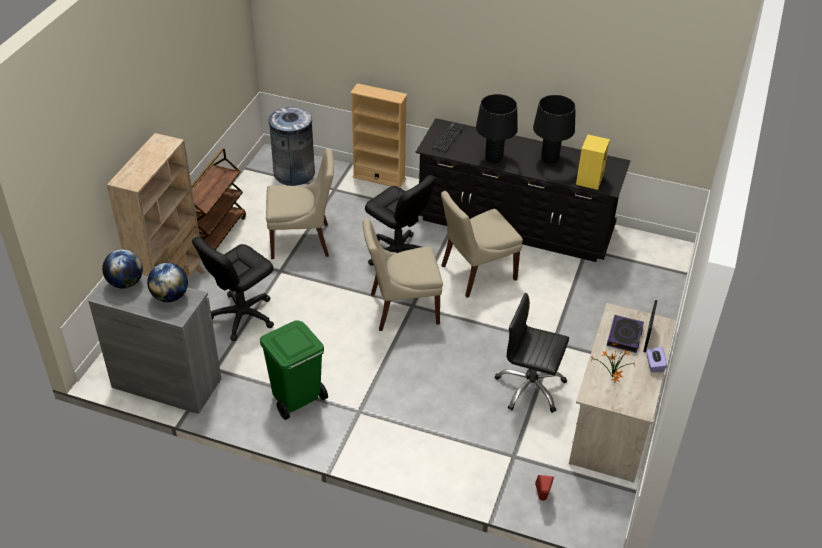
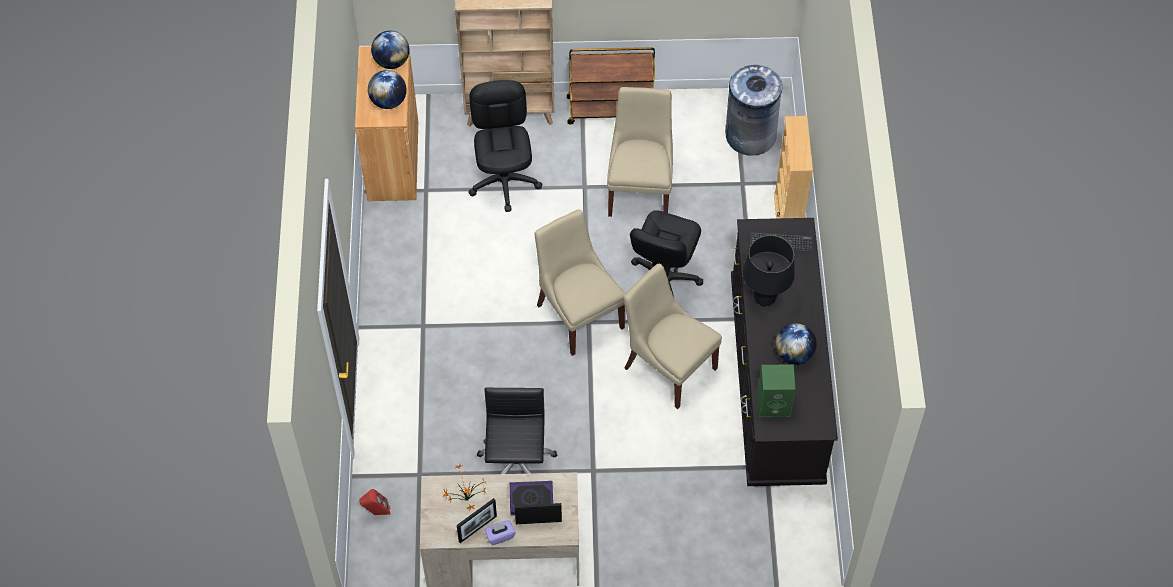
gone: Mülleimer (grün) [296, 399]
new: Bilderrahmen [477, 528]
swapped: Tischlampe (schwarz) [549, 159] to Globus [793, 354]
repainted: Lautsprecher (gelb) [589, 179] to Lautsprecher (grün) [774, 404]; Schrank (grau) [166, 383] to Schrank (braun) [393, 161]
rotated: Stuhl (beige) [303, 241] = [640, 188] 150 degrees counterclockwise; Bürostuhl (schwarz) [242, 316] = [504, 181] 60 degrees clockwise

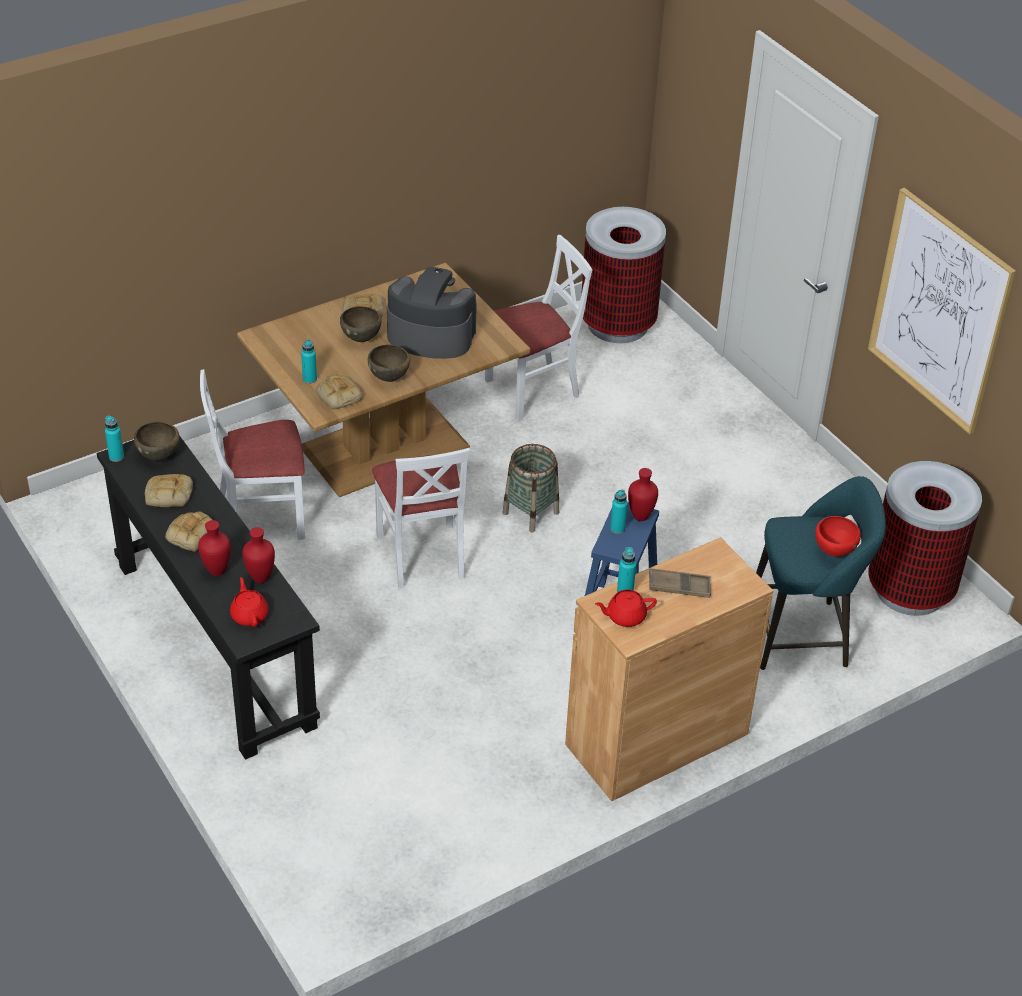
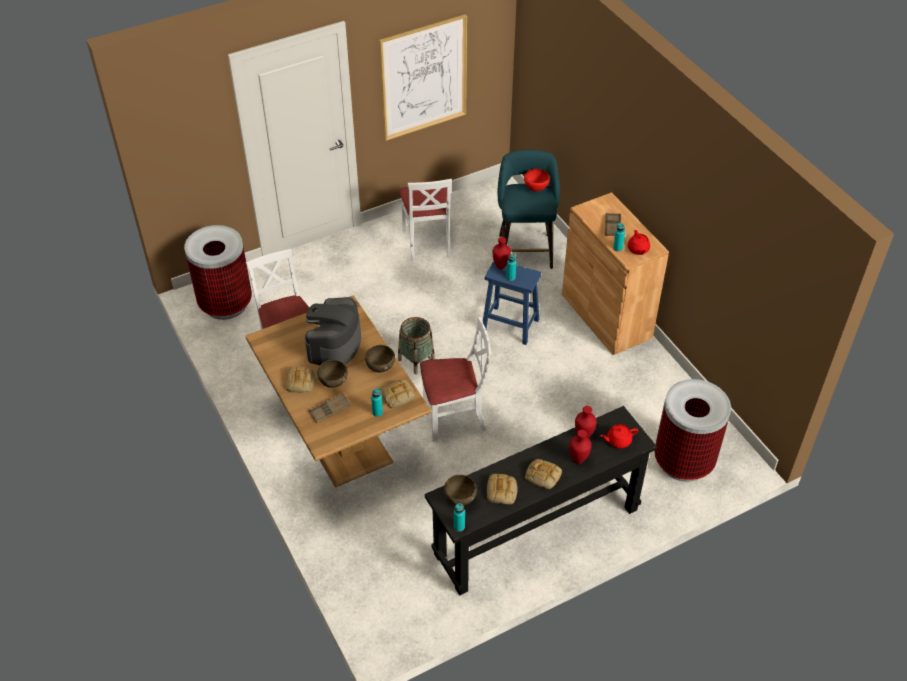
new: Tablett (braun) [330, 410]
shifted: Stuhl (weiß) [261, 517] to [427, 242]; Mülleimer [910, 590] to [684, 461]

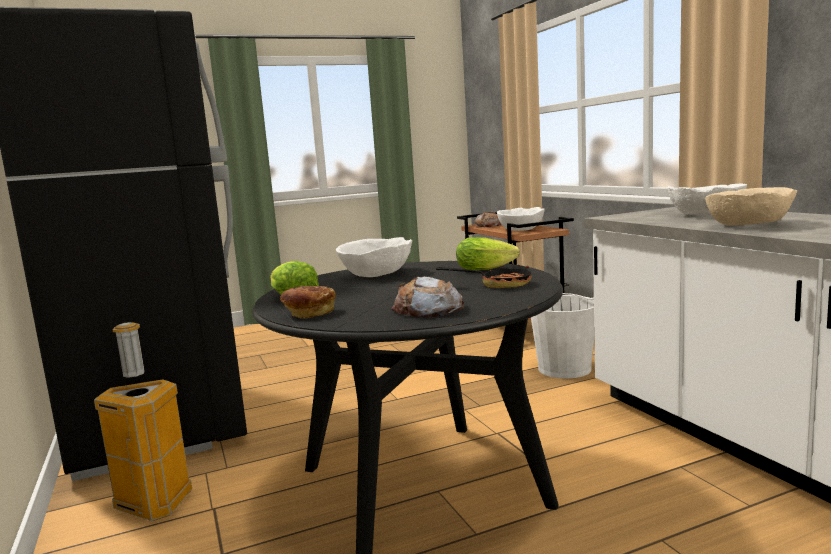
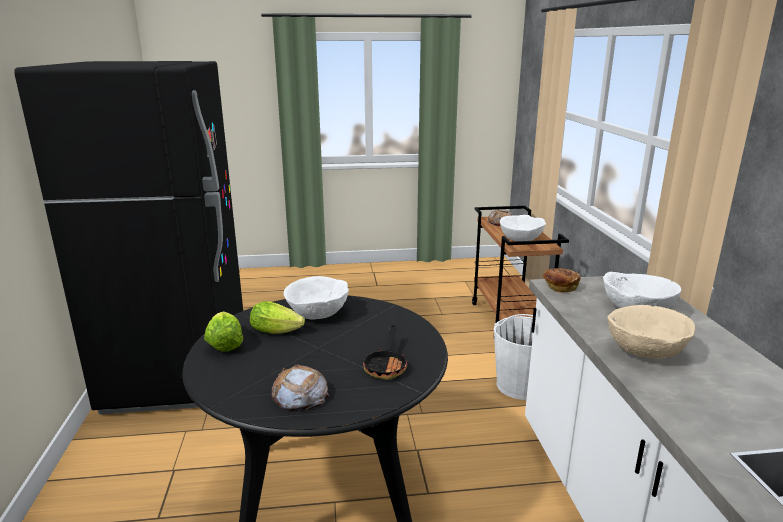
gone: Mülleimer [153, 505]
shifted: Salatkopf [489, 268] to [278, 331]; Brot [308, 313] to [559, 287]
rotated: Pfanne [498, 285] = [386, 366] 75 degrees clockwise

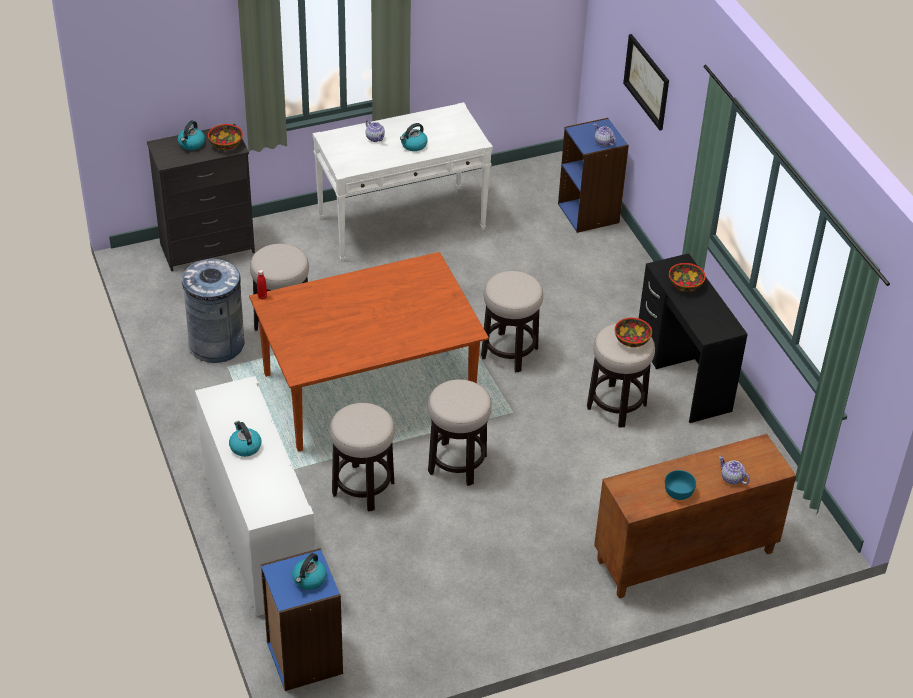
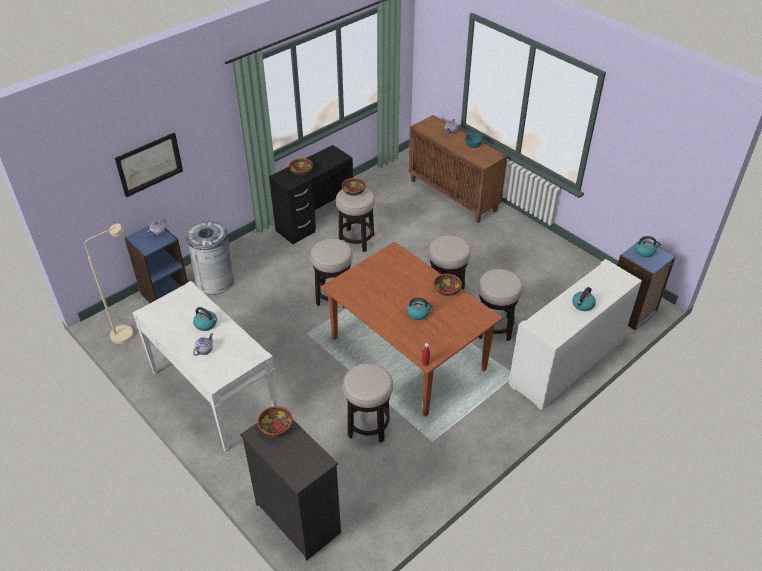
new: Stehlampe (beige) [127, 332]; Schüssel [446, 290]
shifted: Wasserkessel [191, 144] to [418, 313]; Mülleimer (grau) [216, 344] to [215, 281]

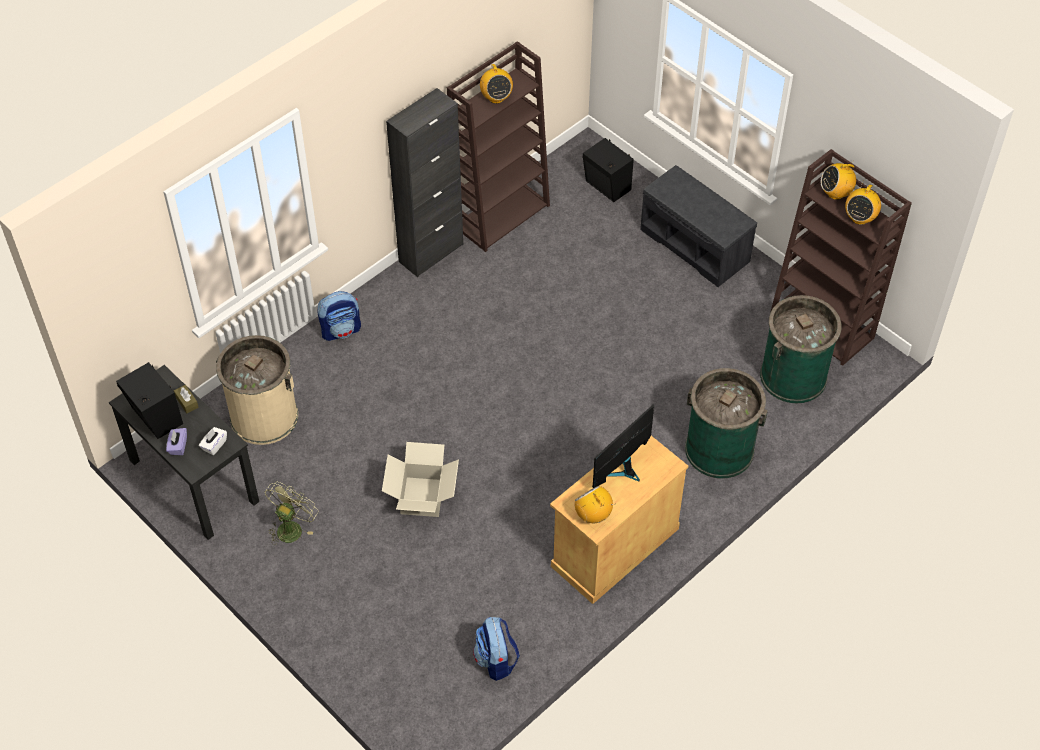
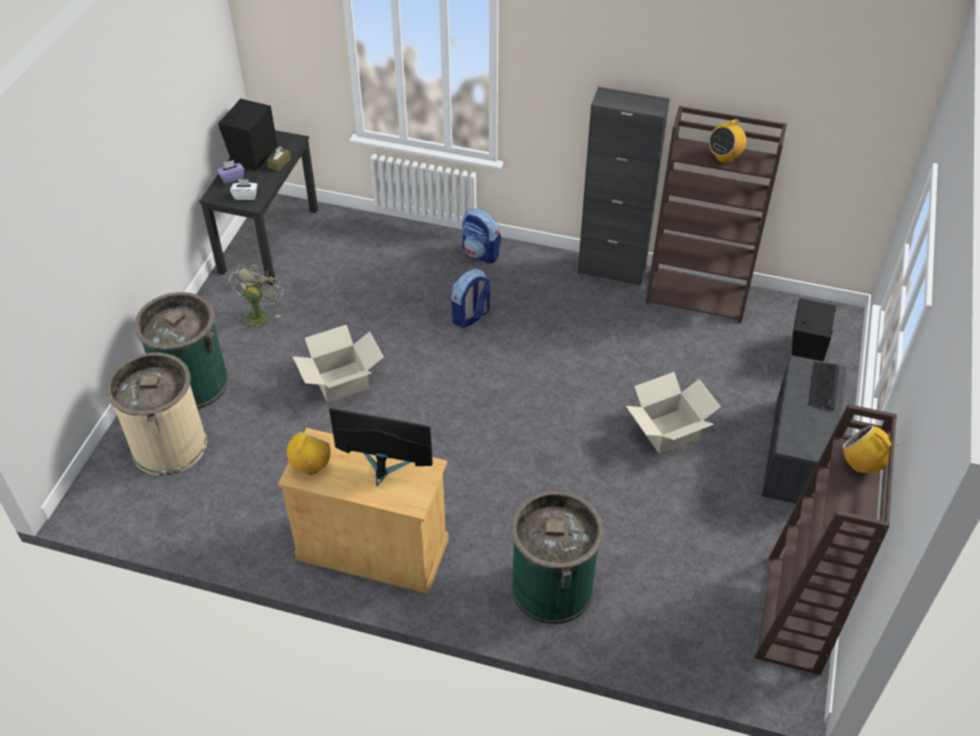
gone: Radio [860, 218]
new: Tastatur [823, 386]; Karton [669, 432]
shifted: Mülleimer (grün) [793, 376] to [192, 383]; Mülleimer (beige) [264, 416] to [169, 445]; Rucksack [496, 660] to [470, 316]
rotated: Ventilator (grün) [291, 527] = [259, 315] 75 degrees counterclockwise

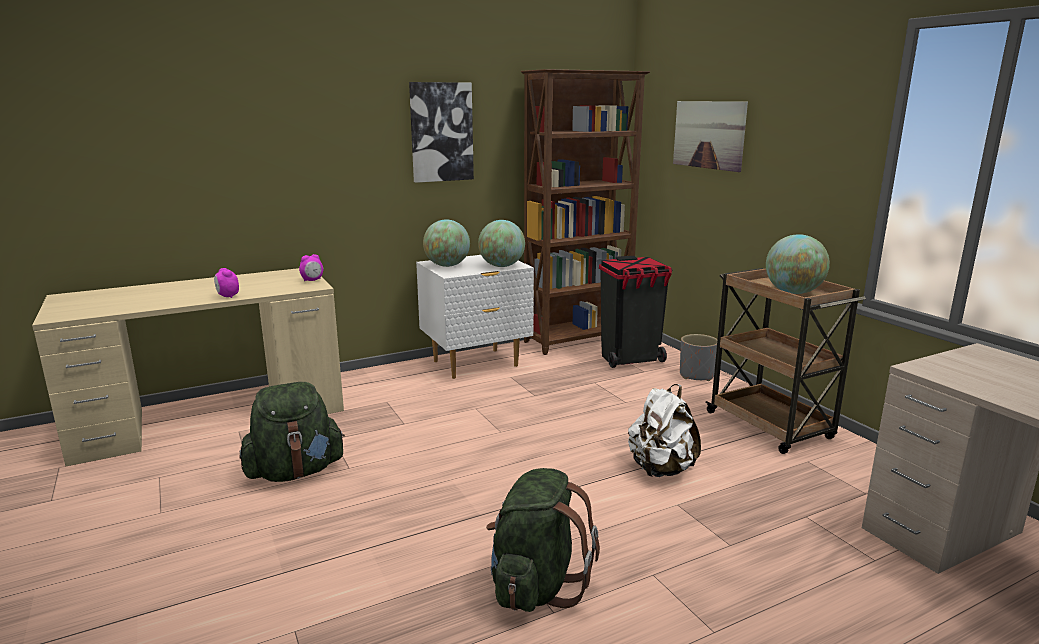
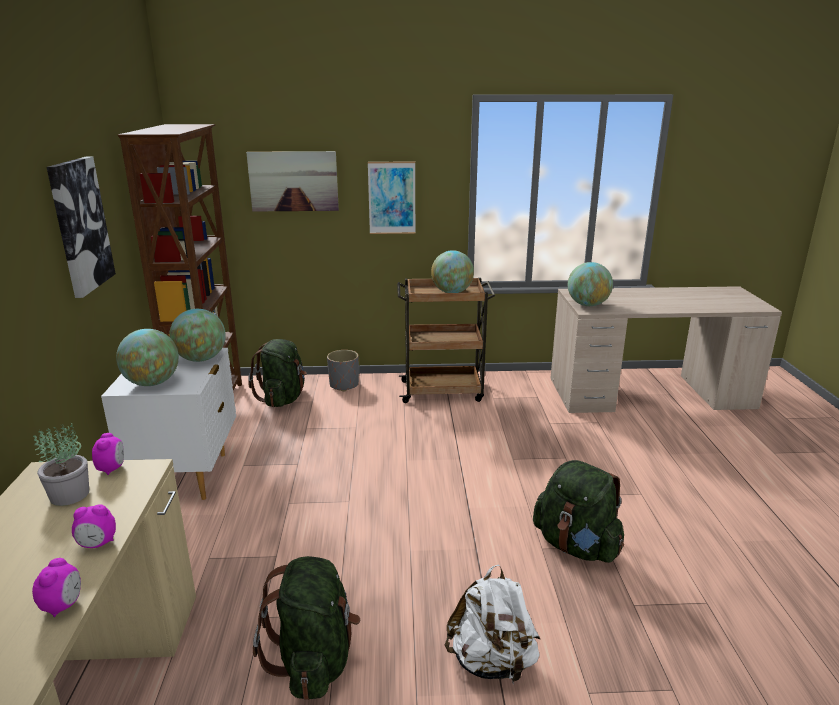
new: Bild [392, 198]; Globus [588, 305]; Topfpflanze [70, 495]; Wecker [63, 605]
shifted: Rucksack (weiß) [661, 469] to [492, 662]
swapped: Mülleimer (schwarz) [630, 359] to Rucksack (grün) [283, 399]

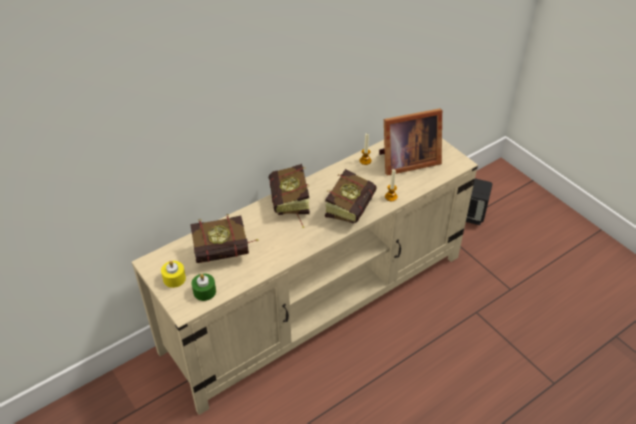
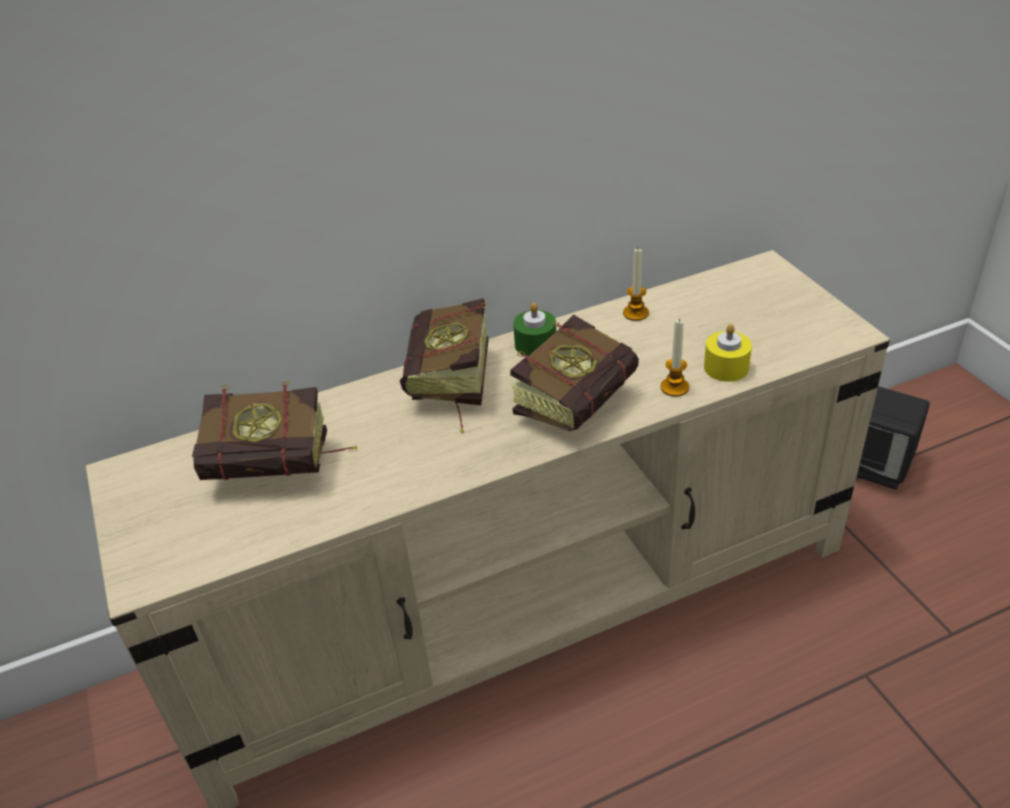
gone: Bilderrahmen [406, 161]
shifted: Kerze (gelb) [174, 278] to [726, 367]; Kerze (grün) [204, 291] to [535, 344]

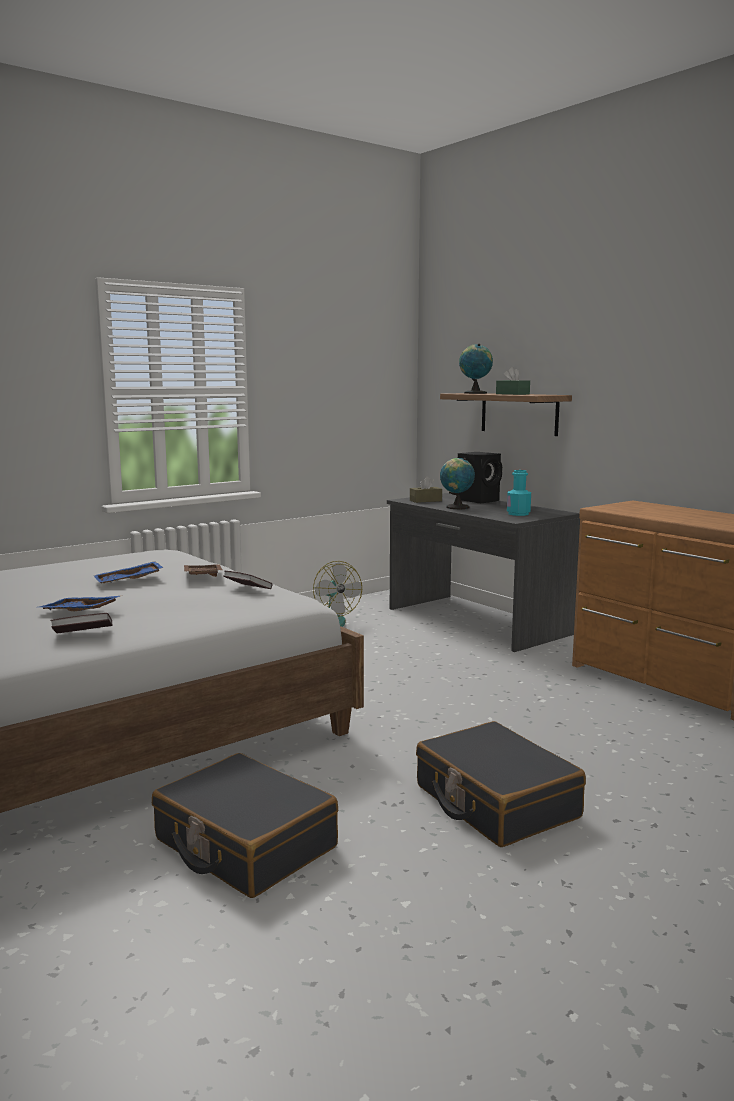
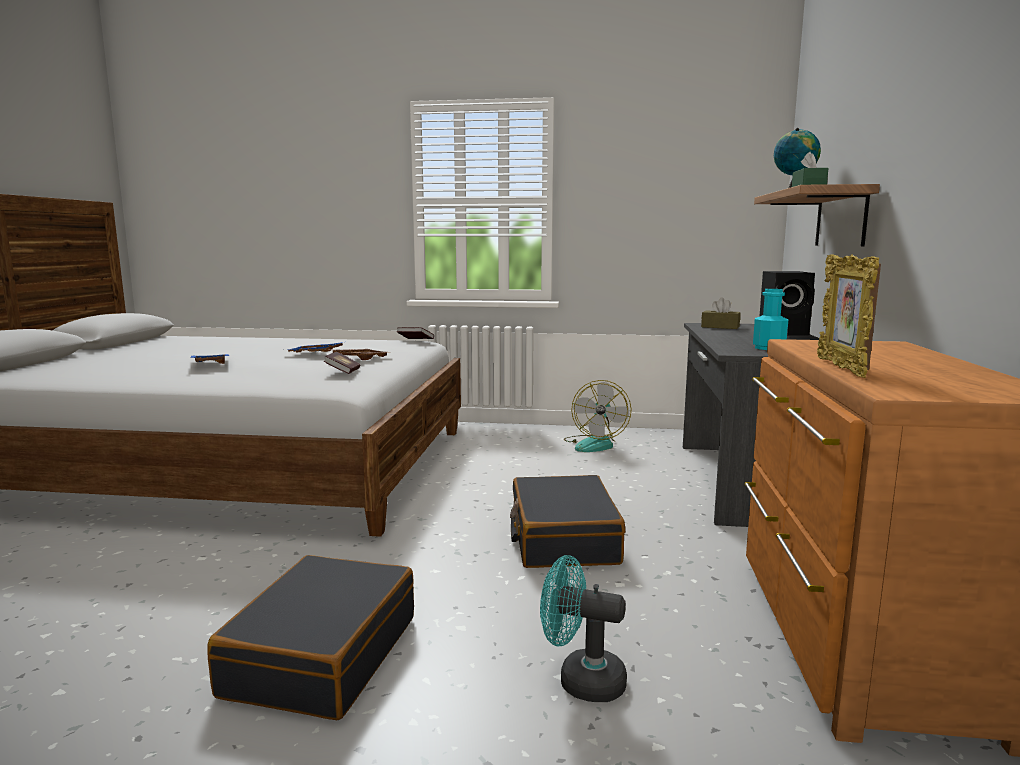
gone: Globus [456, 507]
new: Bilderrahmen [841, 368]; Ventilator (türkis) [581, 680]
shifted: Buch [83, 635] to [415, 341]; Koffer (schwarz) [244, 844] to [562, 539]

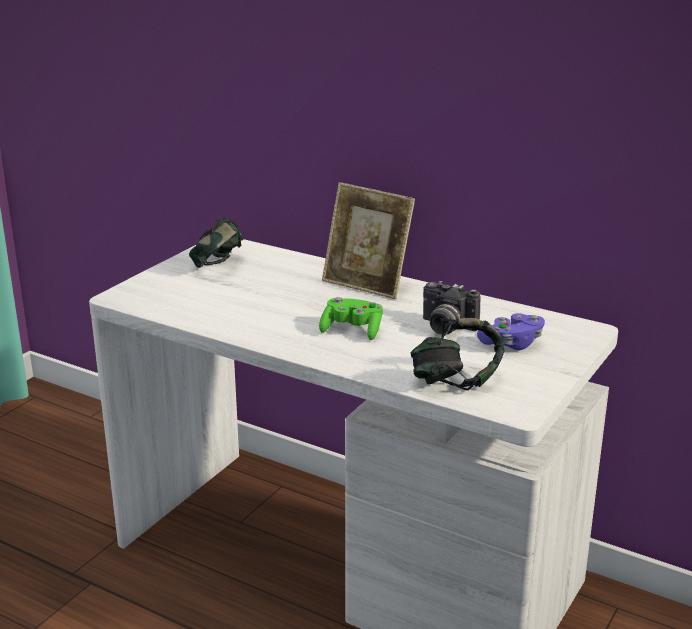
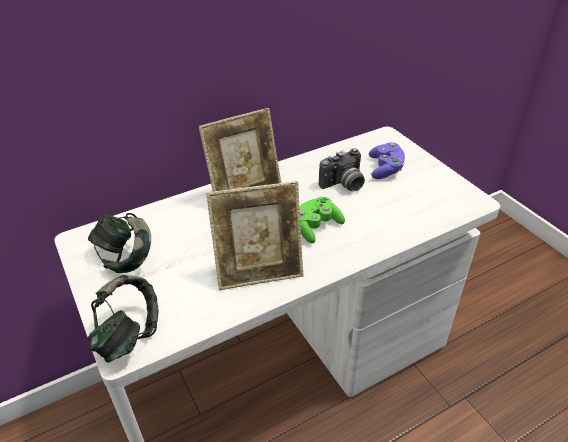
new: Bilderrahmen [259, 271]
shifted: Kopfhörer [455, 381] to [128, 335]

